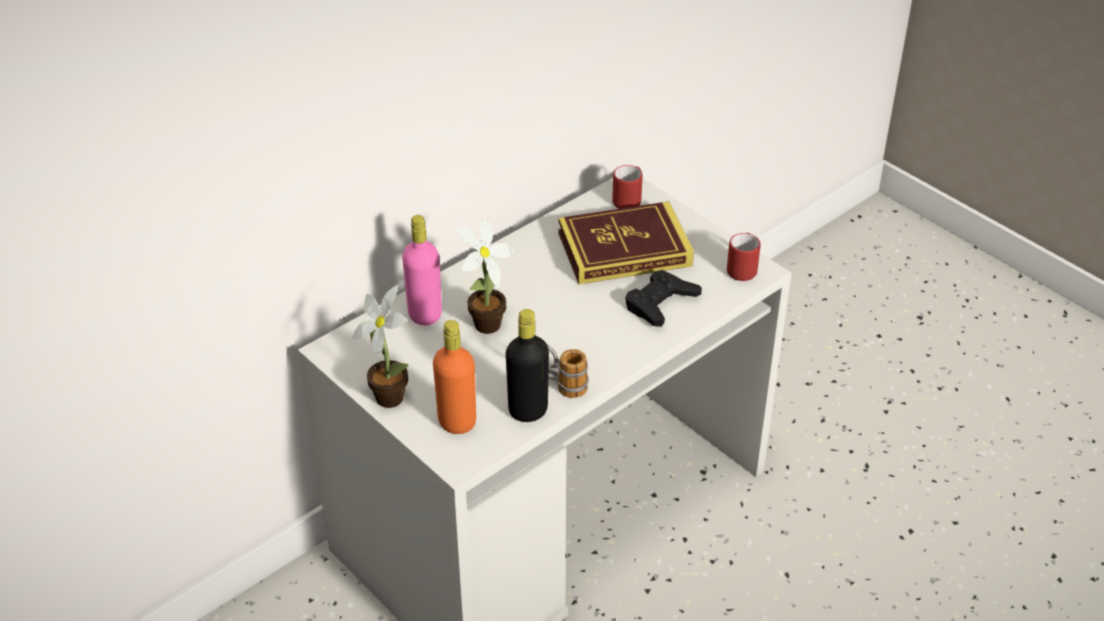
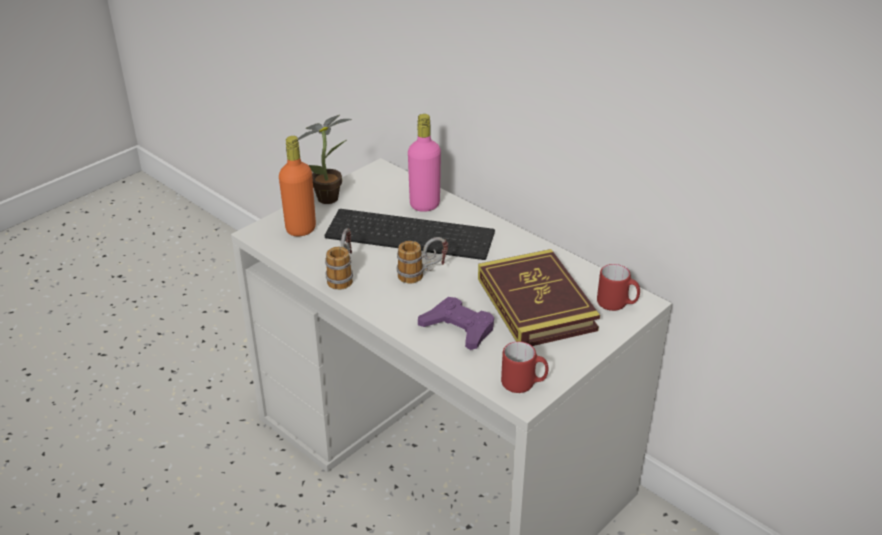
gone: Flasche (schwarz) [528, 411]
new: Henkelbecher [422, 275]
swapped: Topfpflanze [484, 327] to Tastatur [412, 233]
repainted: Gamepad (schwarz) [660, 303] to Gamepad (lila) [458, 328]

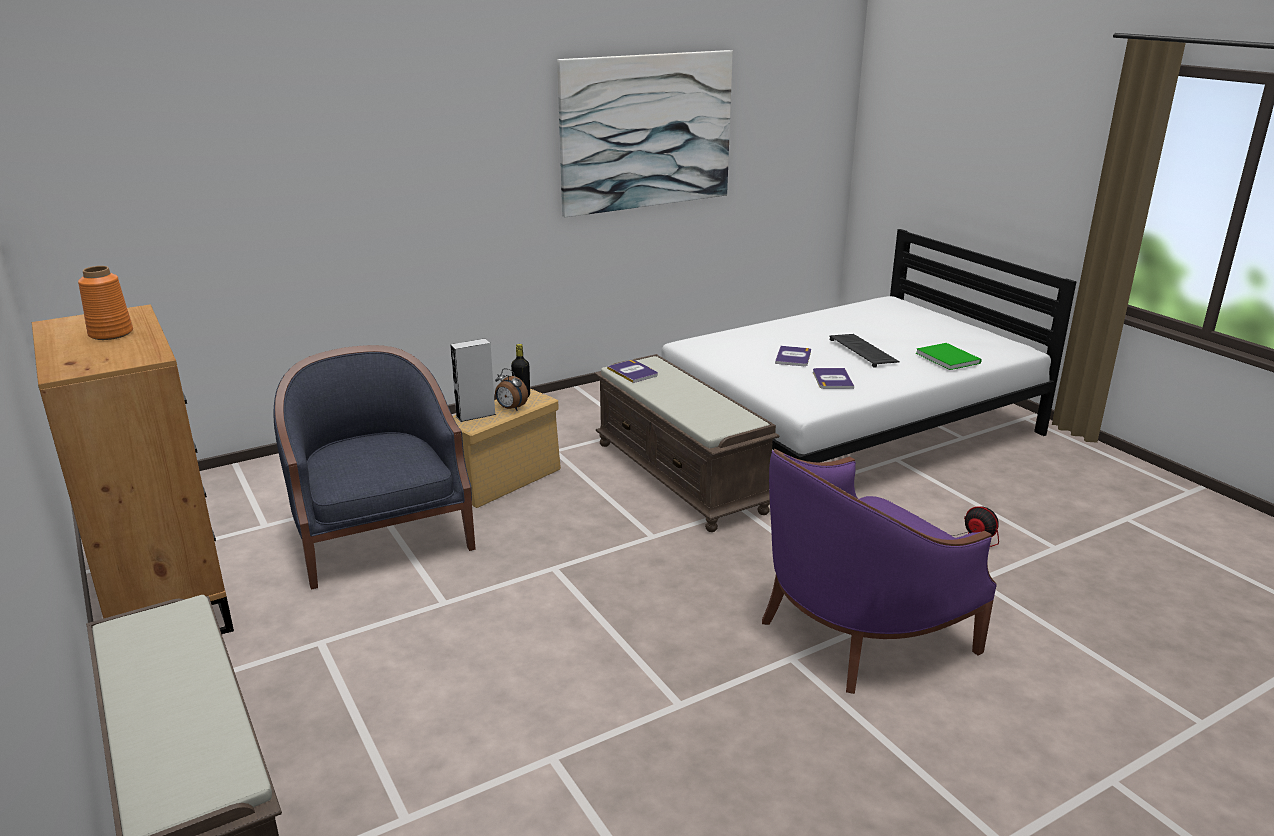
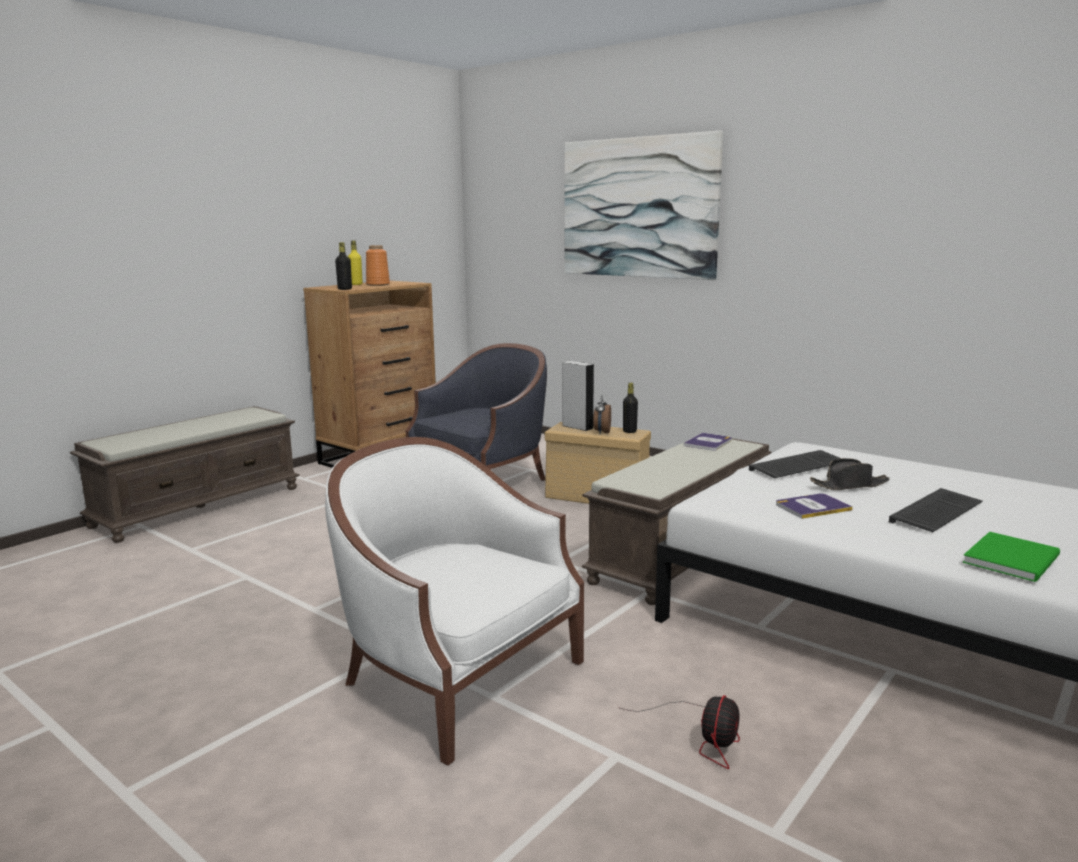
new: Flasche (gelb) [356, 284]; Flasche (schwarz) [345, 289]; Tastatur [798, 467]
shifted: Bild [646, 132] to [638, 208]
swapped: Buch [793, 357] to Hut (schwarz) [849, 485]
repainted: Sessel (lila) [859, 630] to Sessel (weiß) [457, 679]

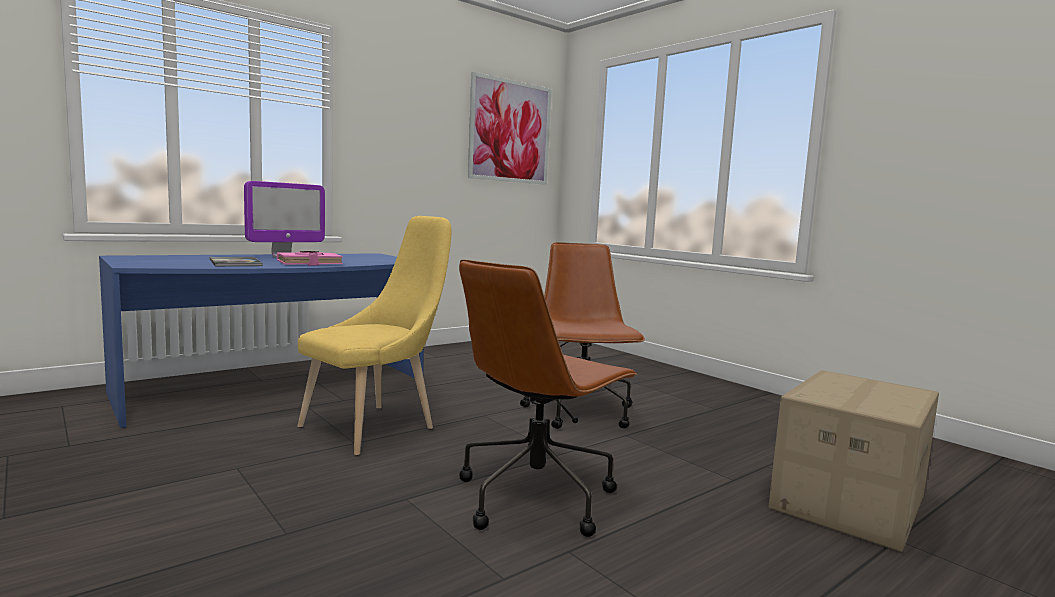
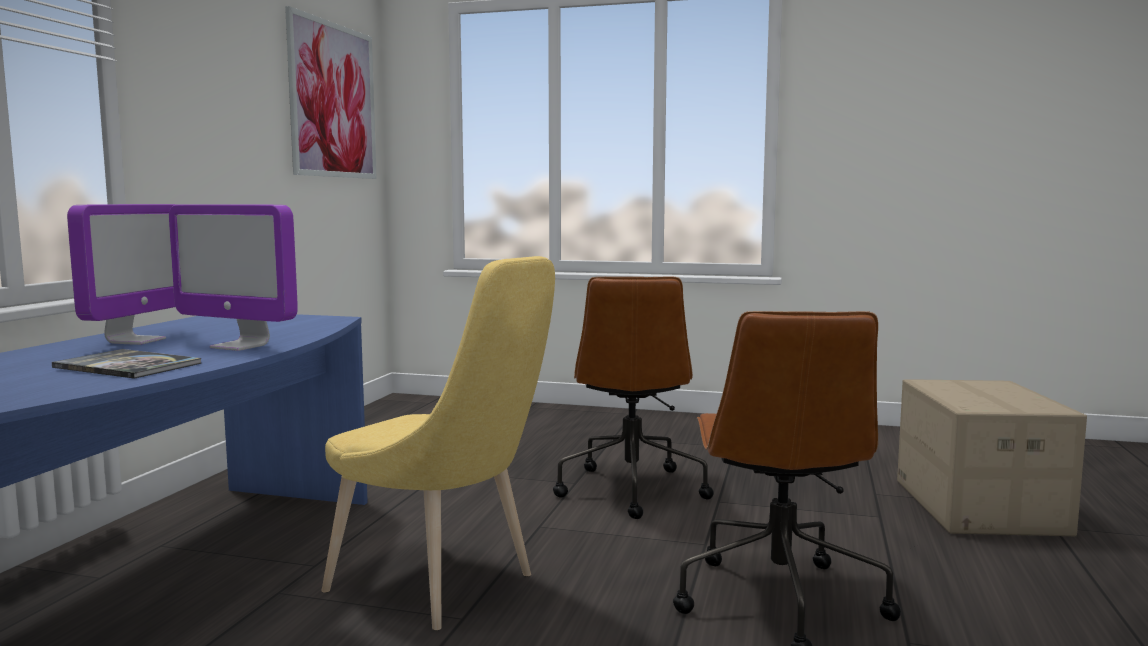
swapped: Buch (rosa) [309, 263] to Monitor [240, 346]
rotated: Stuhl (gelb) [375, 426] = [442, 586] 120 degrees clockwise; Bürostuhl (braun) [581, 413] = [631, 489] 135 degrees counterclockwise

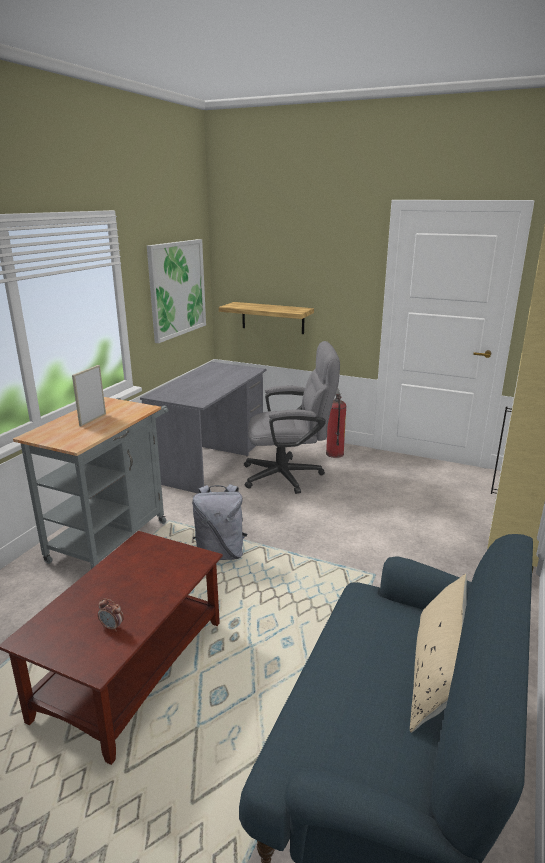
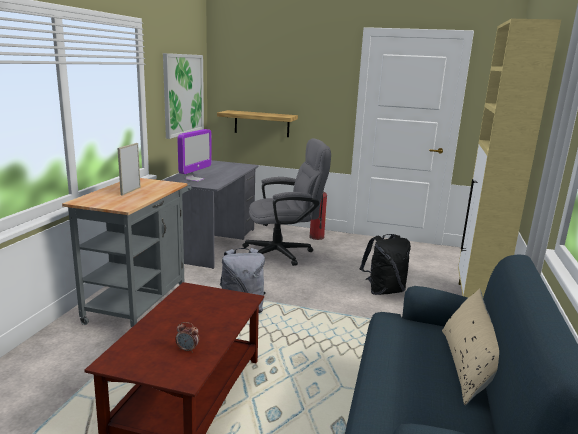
new: Monitor [194, 179]; Rucksack (schwarz) [384, 290]

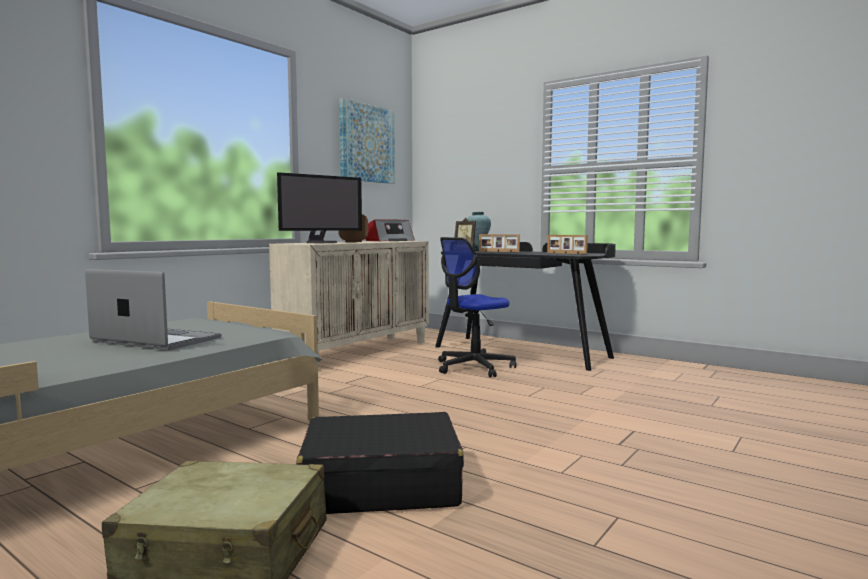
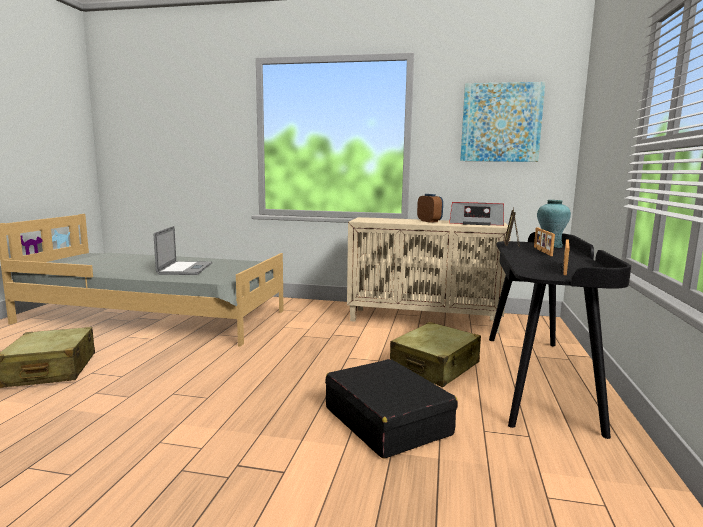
gone: Monitor [321, 242]
shifted: Koffer (schwarz) [380, 484] to [387, 421]
swapped: Bürostuhl [473, 367] to Koffer (beige) [435, 366]

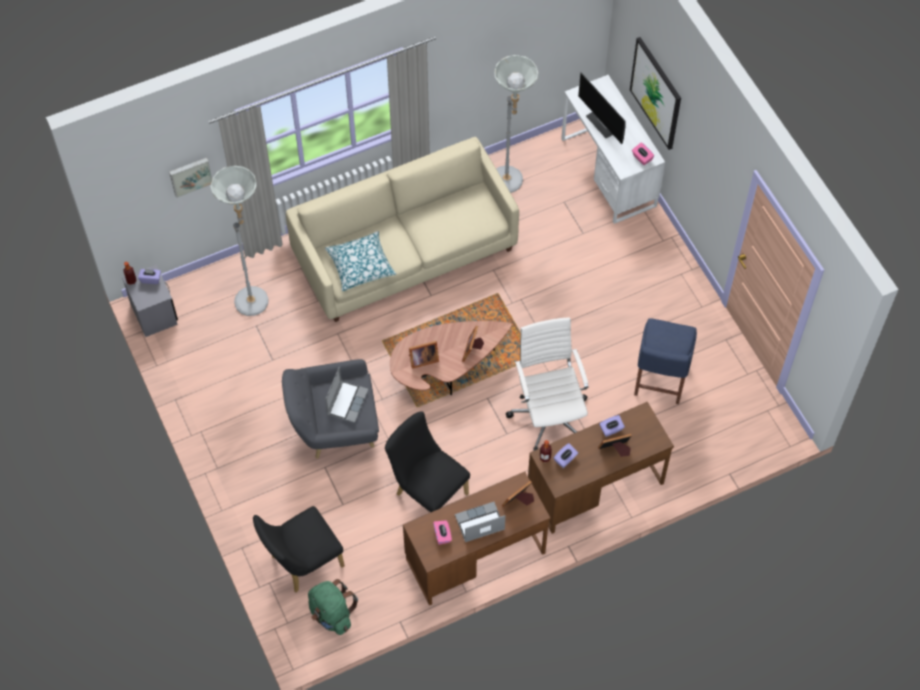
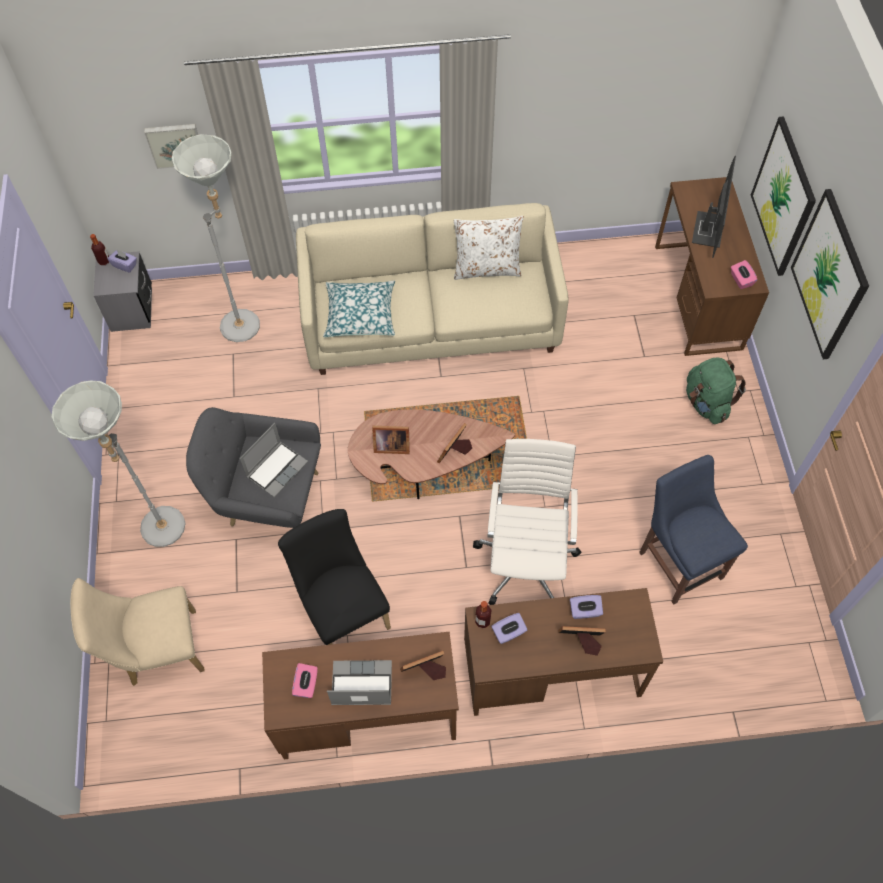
new: Bild [829, 275]; Kissen (weiß) [487, 268]
shifted: Stehlampe (grau) [509, 185] to [163, 536]; Rucksack (grün) [332, 614] to [706, 403]
repainted: Schreibtisch (weiß) [608, 172] to Schreibtisch (braun) [697, 297]; Stuhl (schwarz) [302, 563] to Stuhl (beige) [157, 650]
rotated: Monitor [605, 123] = [708, 229] 150 degrees counterclockwise; Stuhl (blau) [659, 382] = [678, 561] 120 degrees clockwise

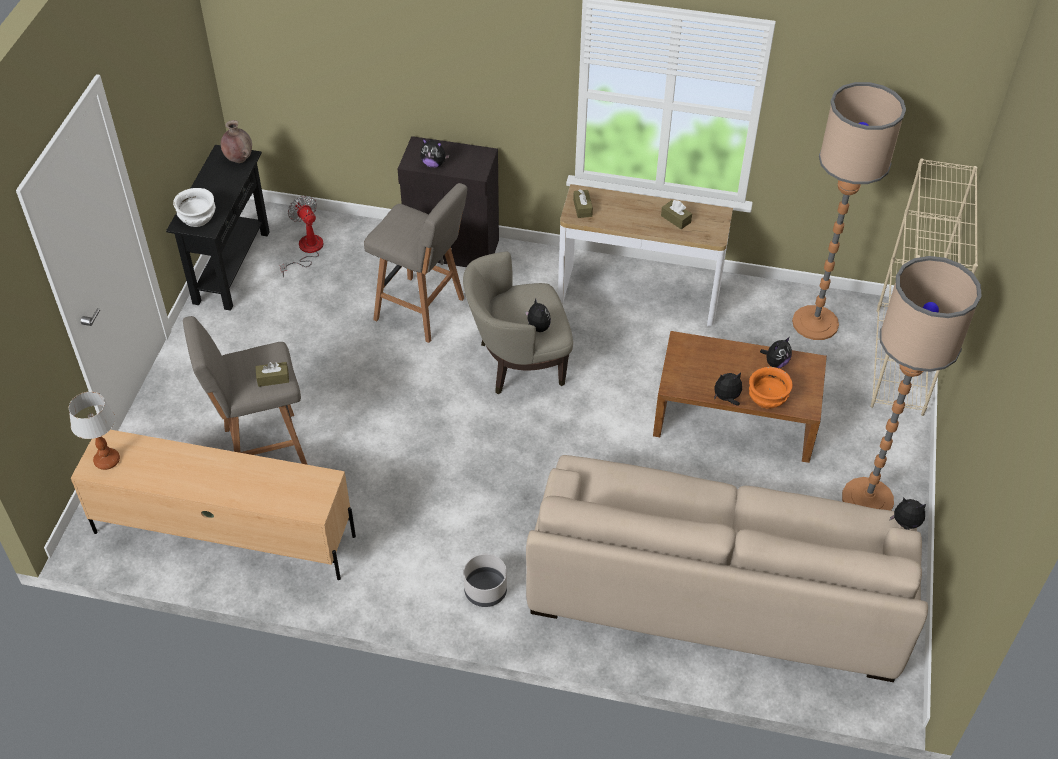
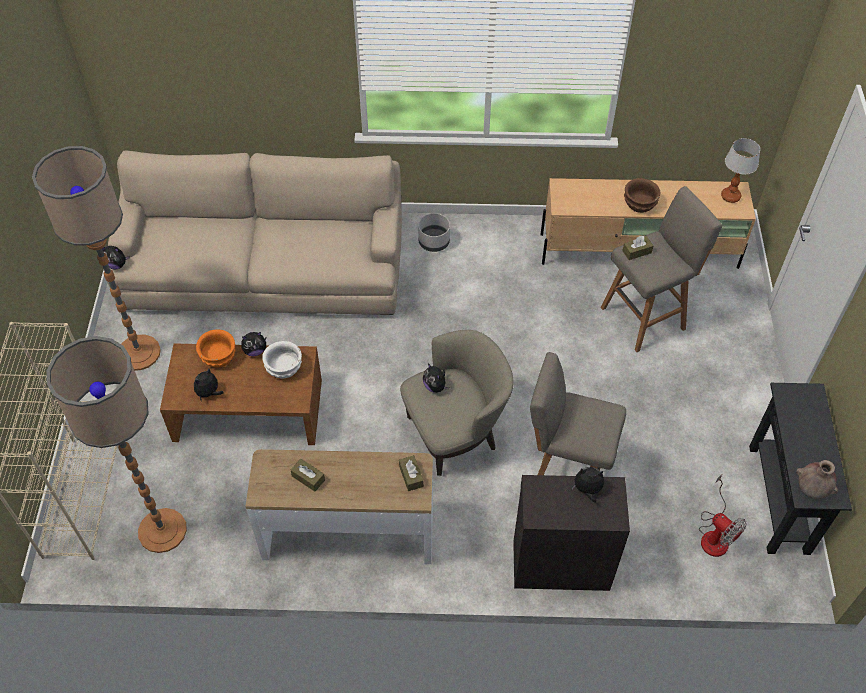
new: Schüssel (braun) [639, 204]
shifted: Schüssel (weiß) [198, 217] to [283, 368]

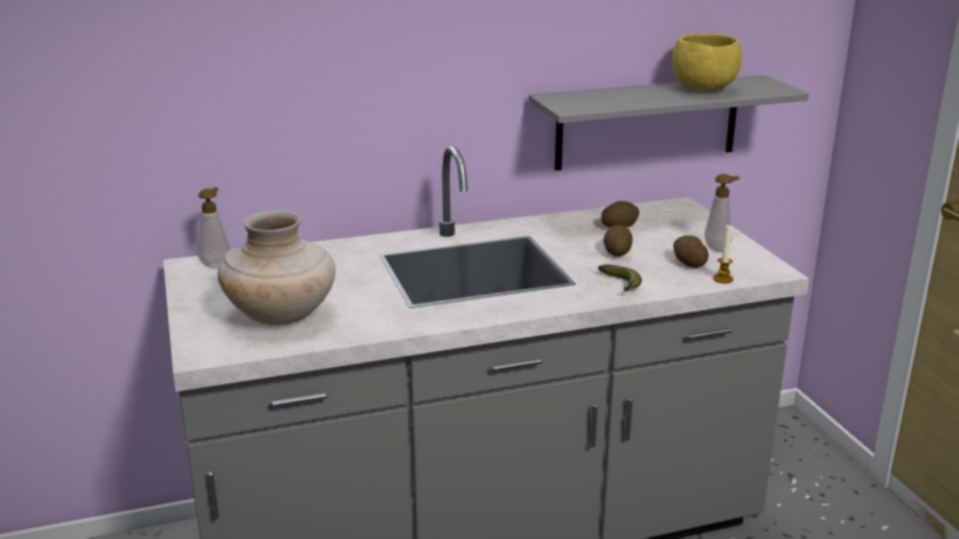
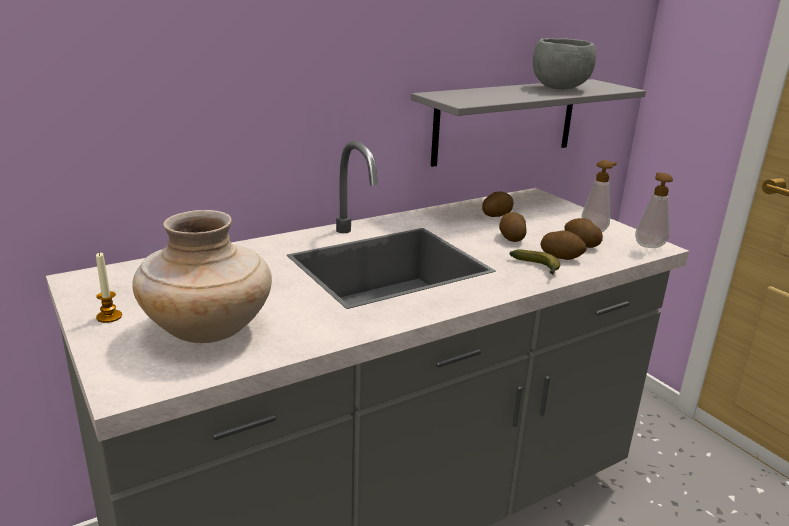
new: Kartoffel [561, 257]
shifted: Seifenspender [217, 265] to [649, 245]; Kerze [723, 279] to [109, 317]
repainted: Schüssel (gelb) [703, 89] to Schüssel (grau) [559, 88]

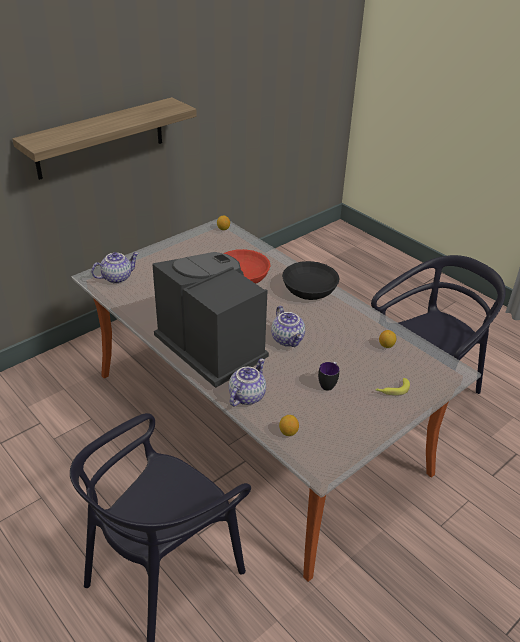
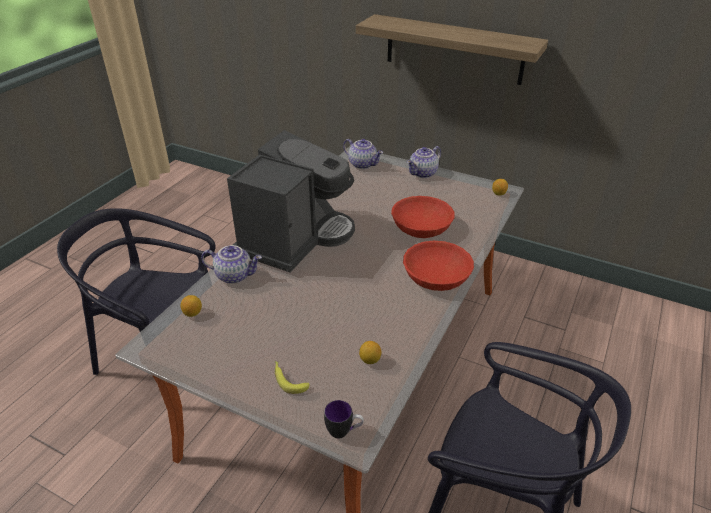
shifted: Teekanne [288, 339] to [423, 173]; Henkelbecher [328, 383] to [344, 432]
repainted: Schüssel (schwarz) [309, 289] to Schüssel (rot) [436, 276]

